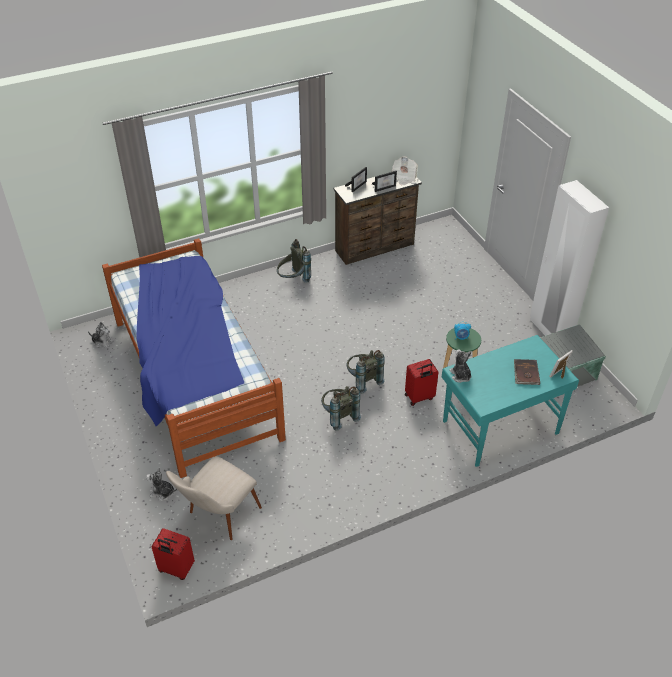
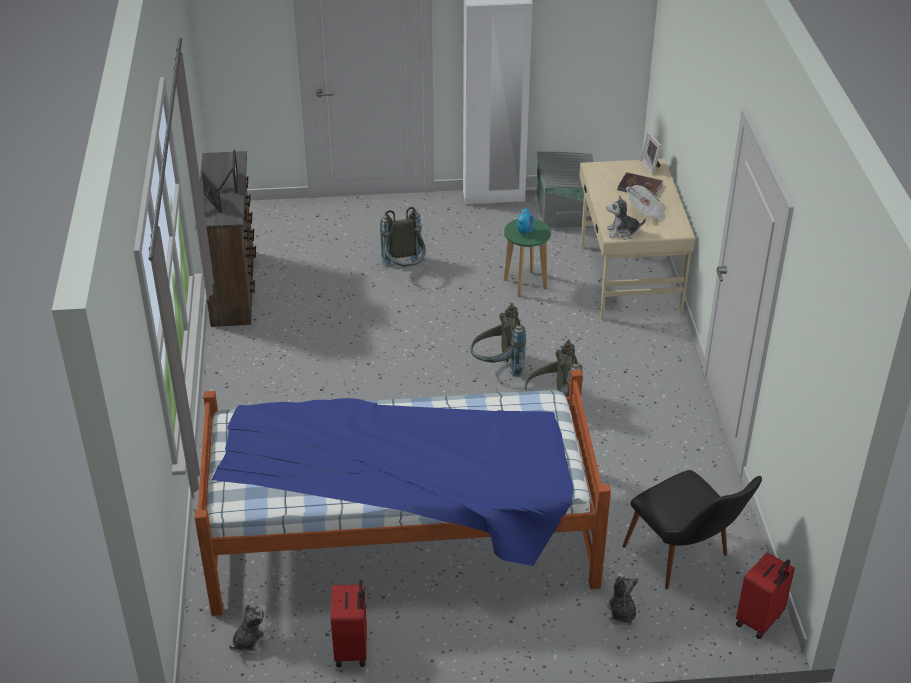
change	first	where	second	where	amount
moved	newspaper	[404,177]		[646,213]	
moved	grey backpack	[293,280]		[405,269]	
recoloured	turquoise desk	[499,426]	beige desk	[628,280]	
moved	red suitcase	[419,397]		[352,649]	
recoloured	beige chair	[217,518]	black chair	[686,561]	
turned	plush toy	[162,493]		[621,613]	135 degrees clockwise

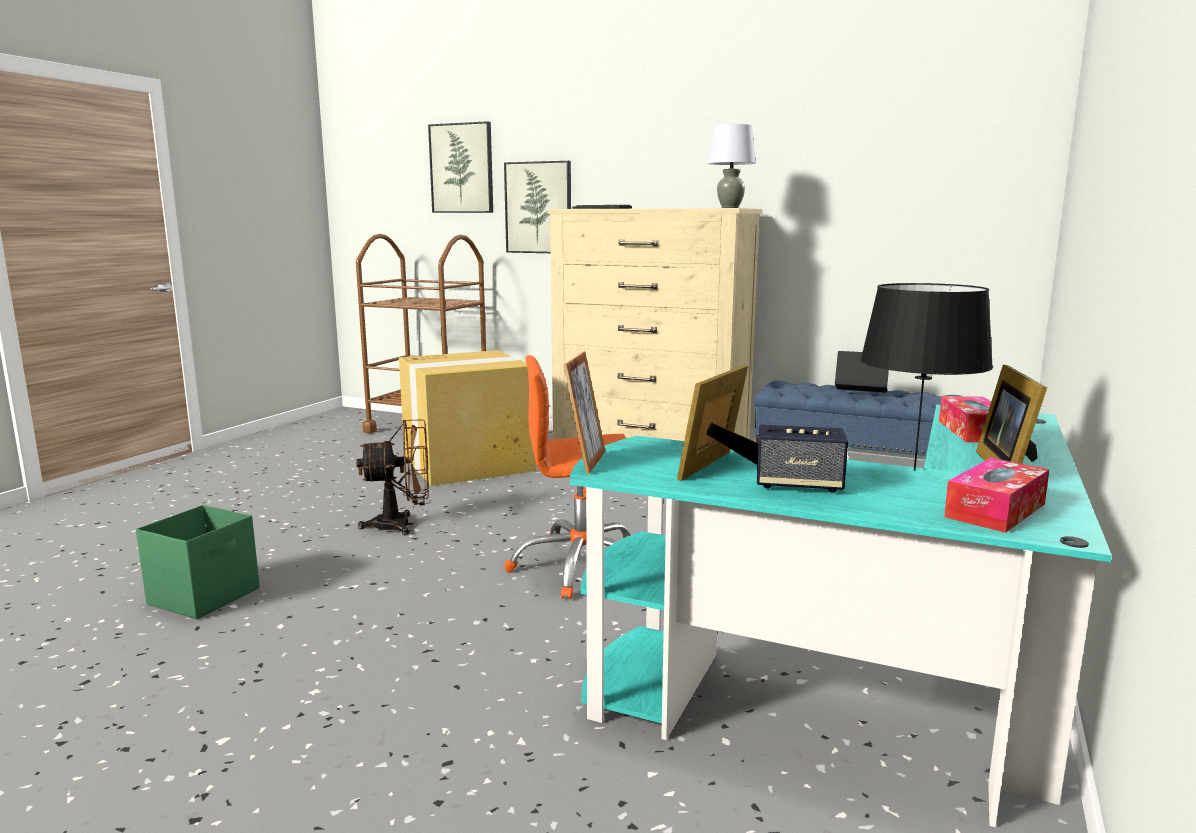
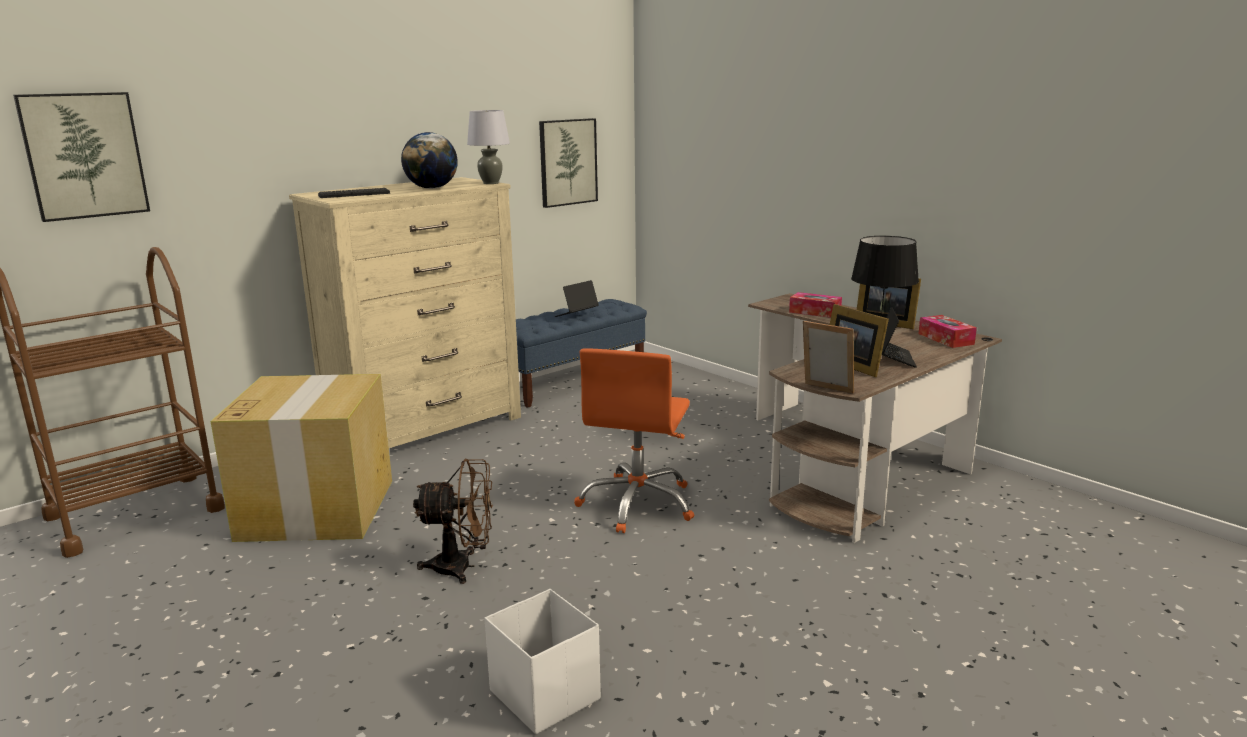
change	first	where	second	where	amount
moved	picture	[539,207]		[567,162]	
recoloured	turquoise desk	[867,690]	brown desk	[856,464]	
turned	brown fan	[402,525]		[462,567]	75 degrees clockwise
replaced	speaker	[798,485]	laptop	[894,358]	
recoloured	green storage box	[206,596]	white storage box	[544,694]	
added			globe	[432,188]	

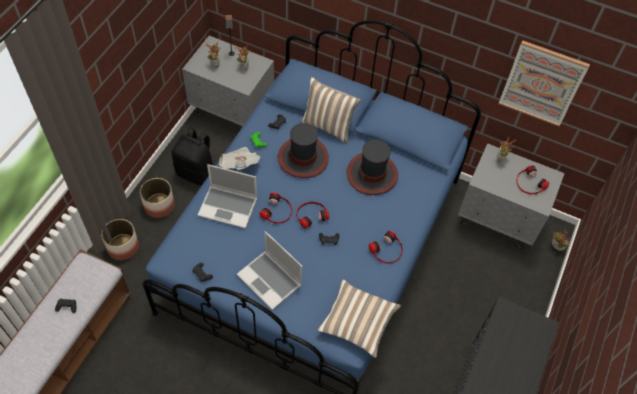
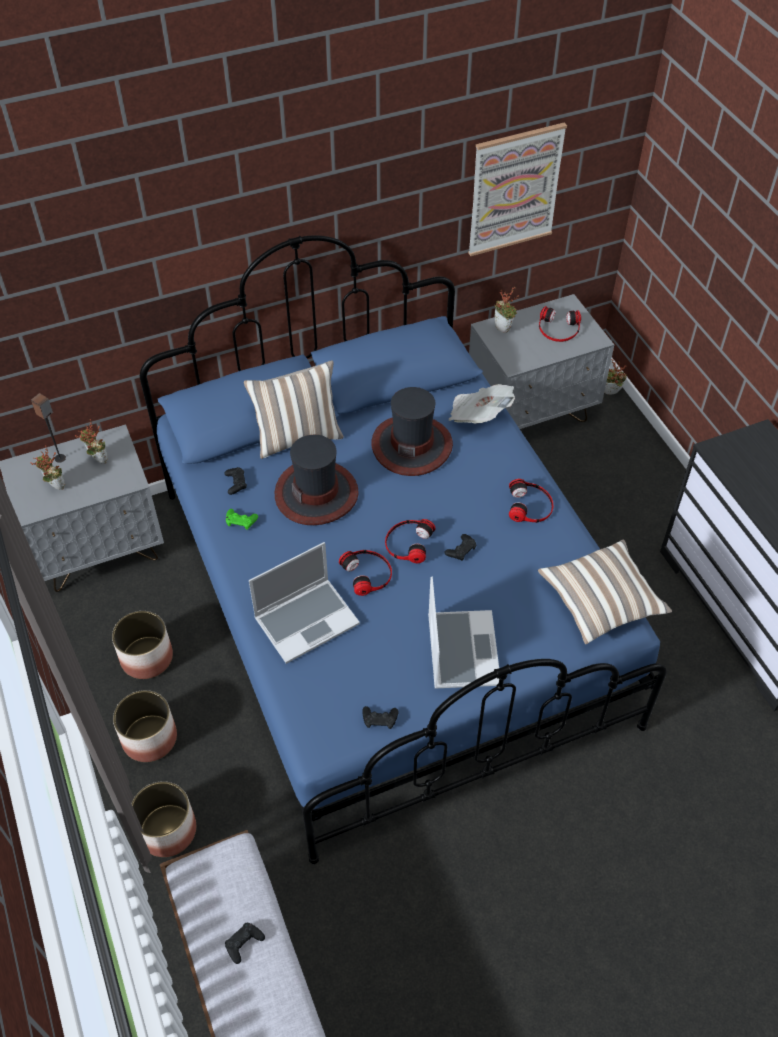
change	first	where	second	where	amount
replaced	black backpack	[196,172]	planter	[147,657]	
moved	newspaper	[240,165]		[479,415]	
turned	laptop	[270,280]		[461,649]	90 degrees counterclockwise

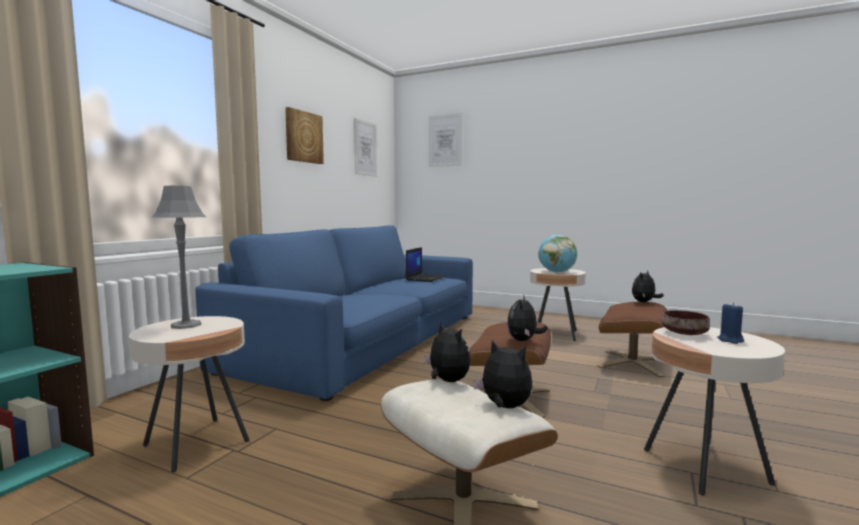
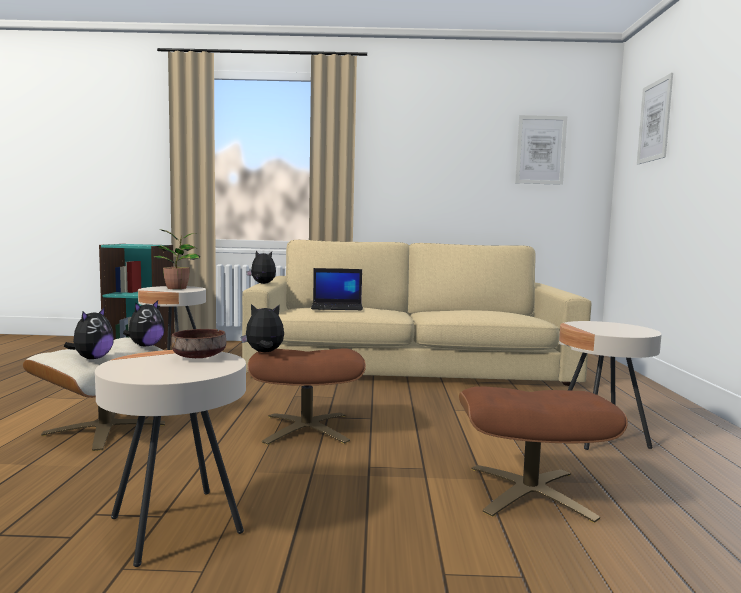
change	first	where	second	where	amount
removed	picture	[303,137]			
replaced	grey table lamp	[186,325]	potted plant	[178,288]	
recoloured	blue sofa	[367,341]	beige sofa	[409,365]	
removed	globe	[556,272]			
moved	laptop	[426,278]		[337,307]	
moved	plush toy	[644,302]		[262,283]	
removed	blue candle	[730,340]			

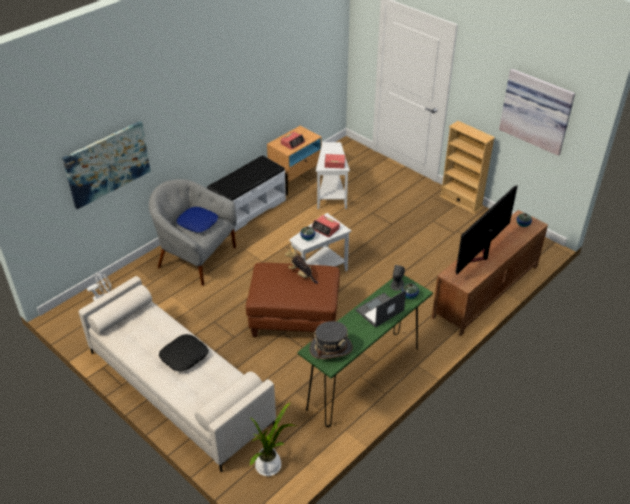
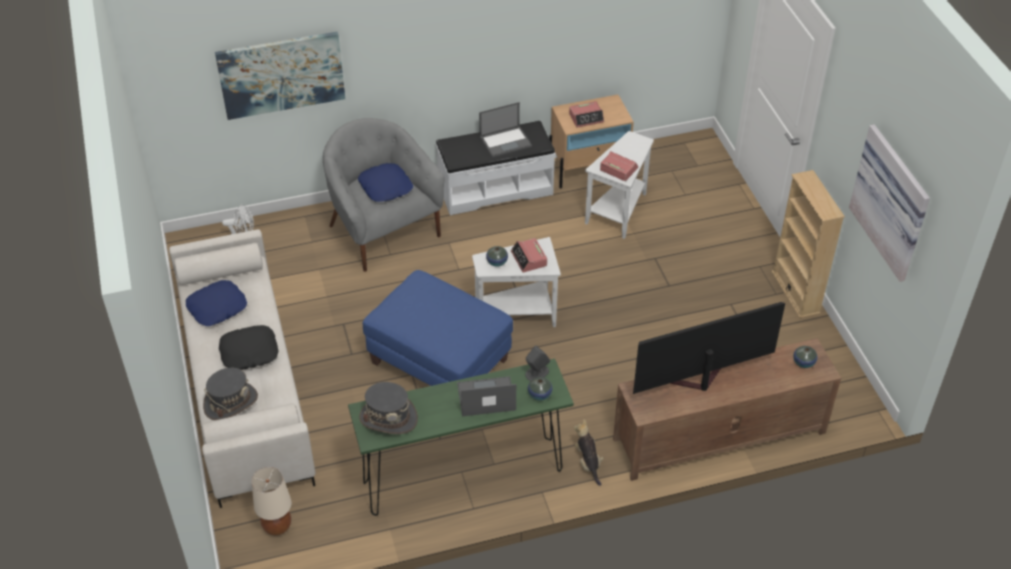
change	first	where	second	where	amount
moved	plush toy	[301,274]		[588,462]	
recoloured	brown ottoman	[294,318]	blue ottoman	[439,361]	
replaced	potted plant	[270,465]	beige table lamp	[277,527]	
added			laptop	[506,141]	
added			blue pillow	[217,308]	
added			grey hat	[231,402]	

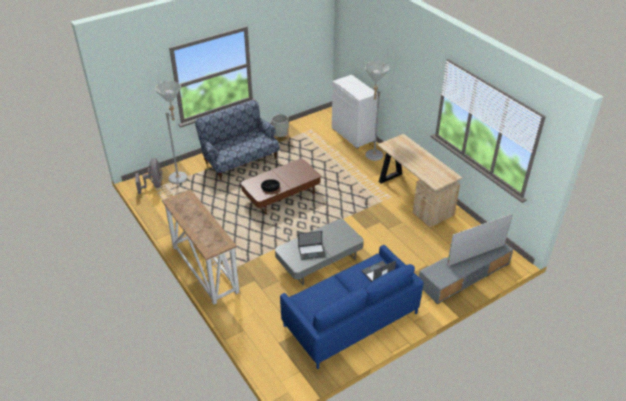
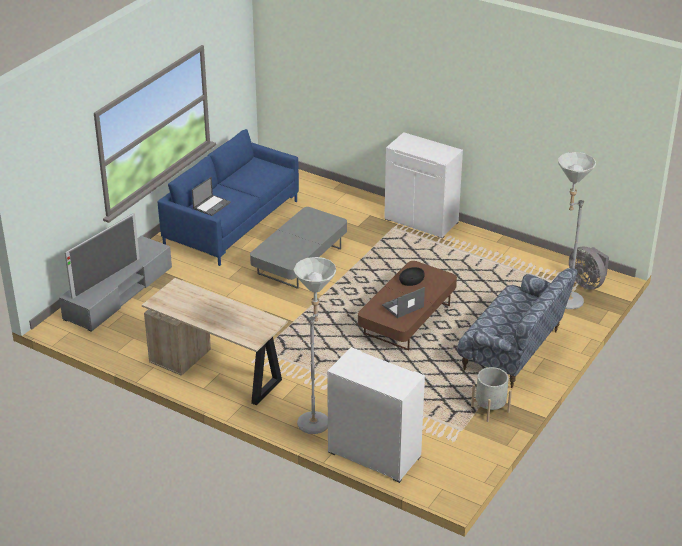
change	first	where	second	where	amount
replaced	console table	[204,269]	white cabinet	[422,221]	
moved	laptop	[312,251]		[402,306]	

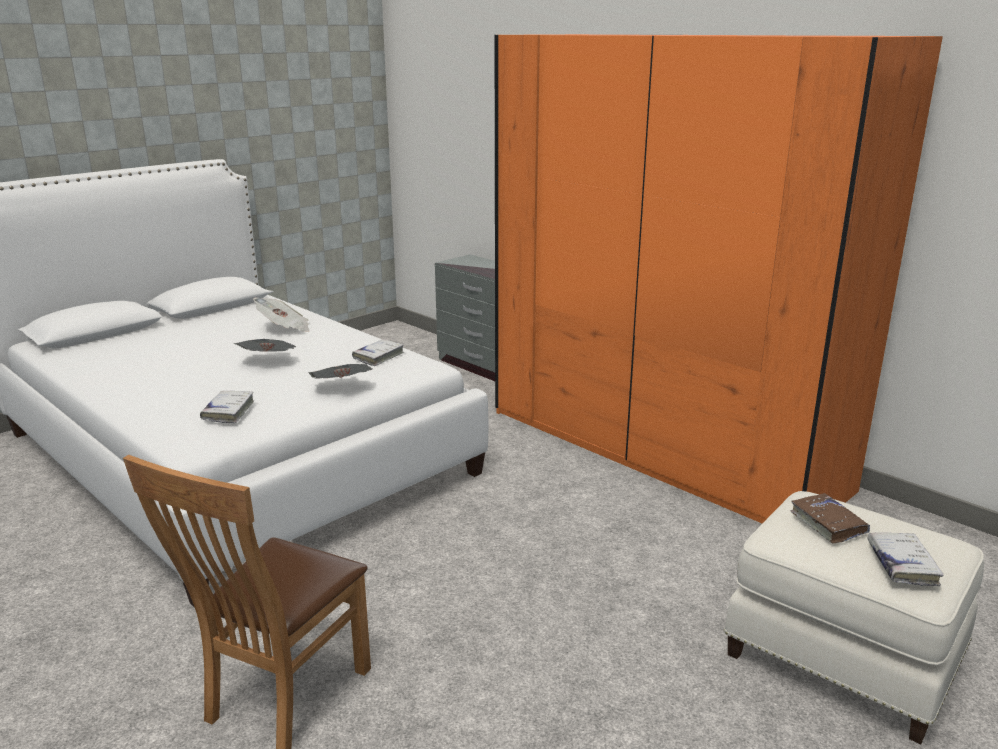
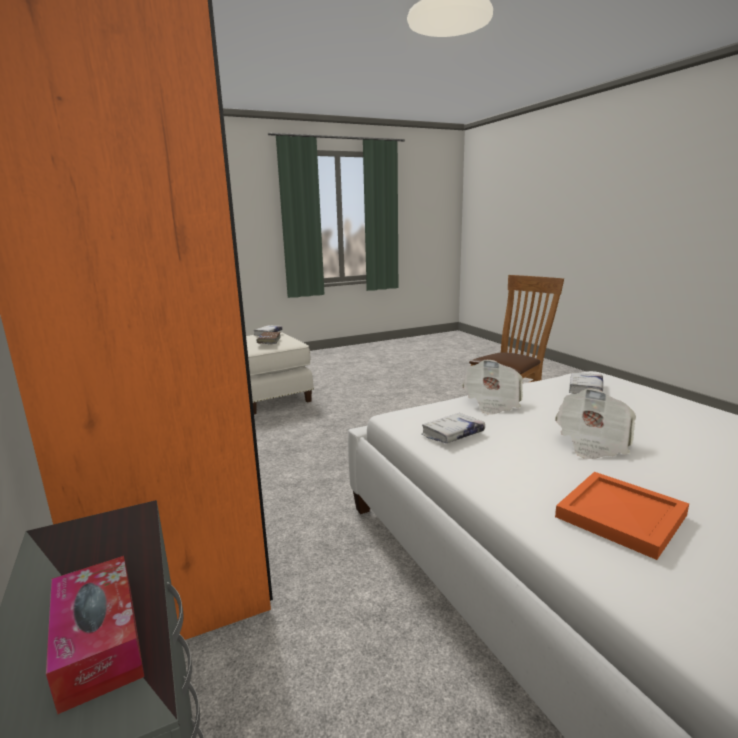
change	first	where	second	where	amount
replaced	newspaper	[284,329]	orange tray	[618,516]	
added			tissue box	[99,642]	

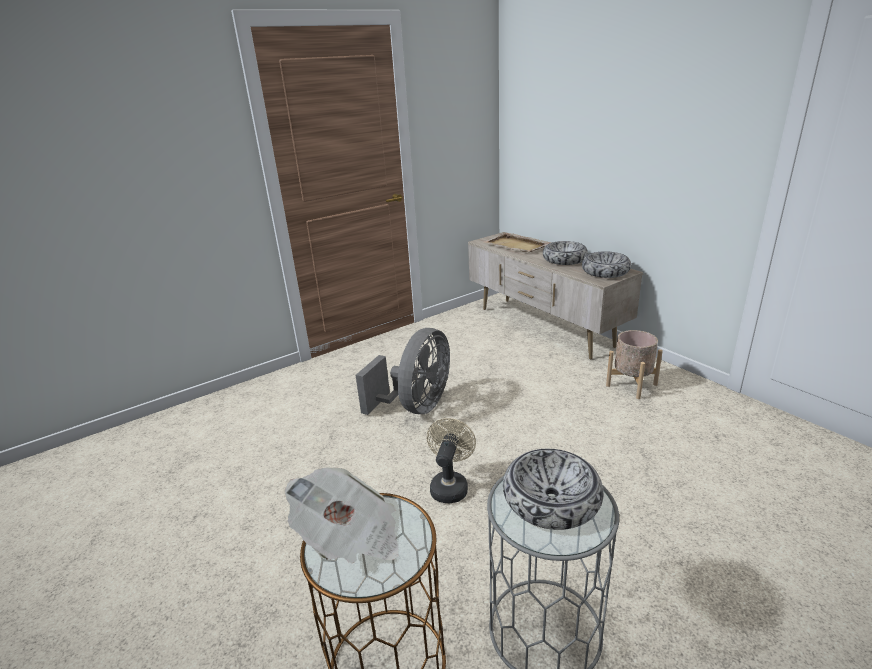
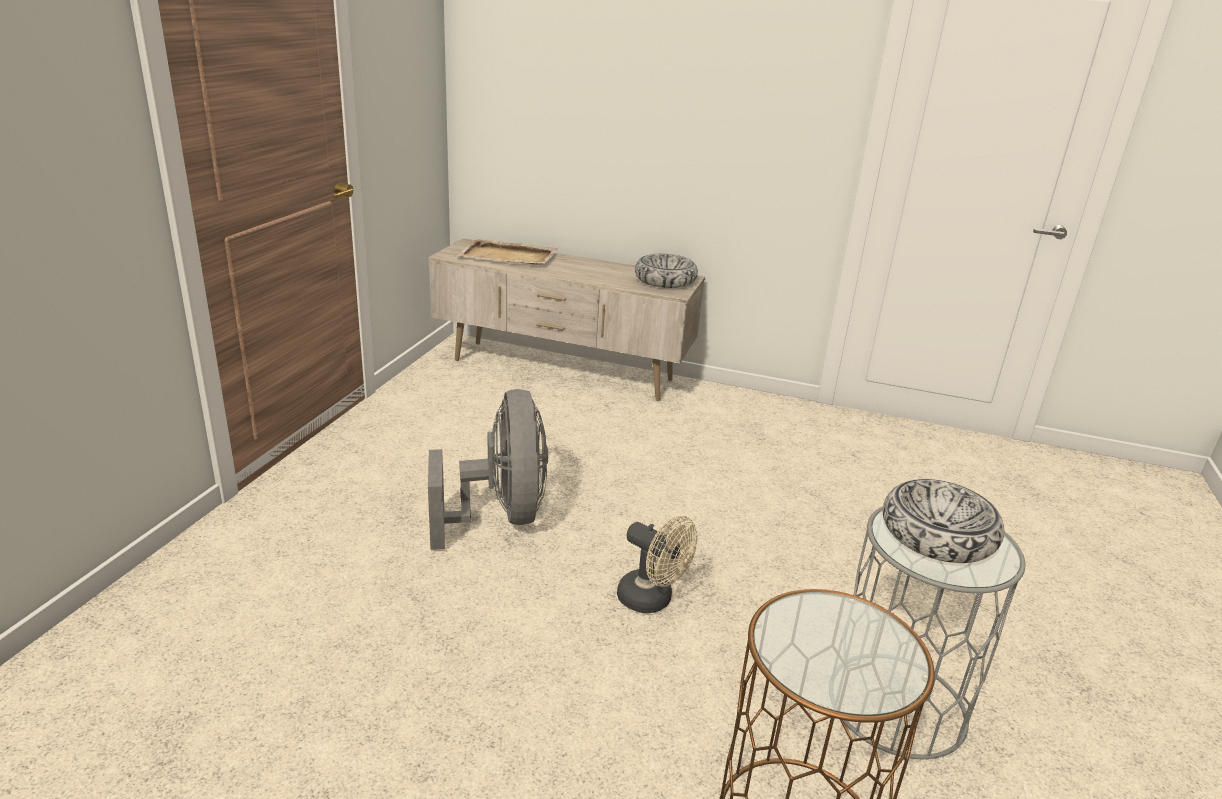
change	first	where	second	where	amount
removed	bowl	[564,259]			
removed	beige planter	[631,385]			
turned	beige fan	[450,485]		[652,600]	150 degrees clockwise
removed	newspaper	[350,537]			

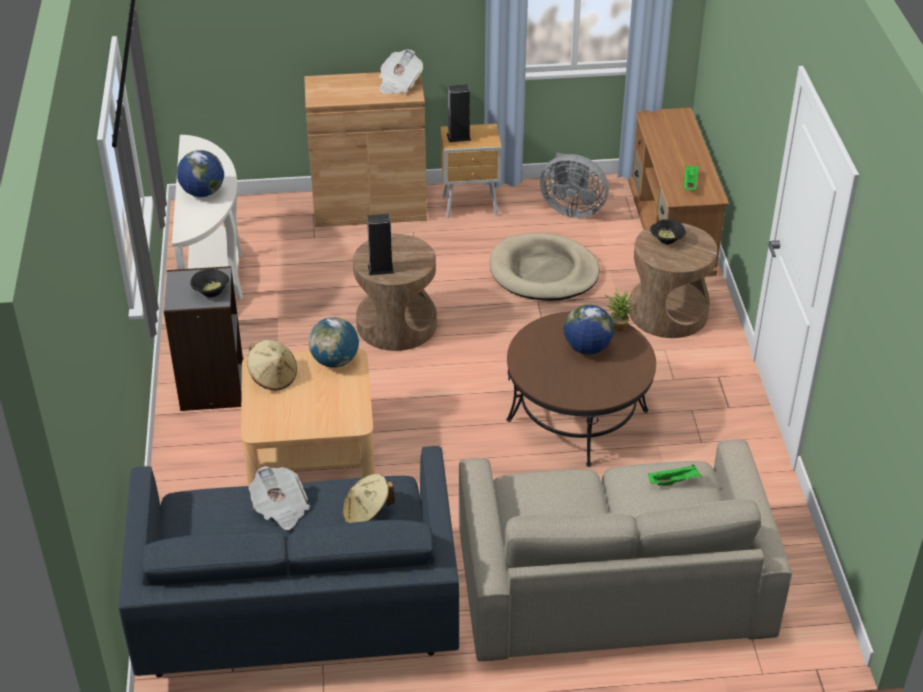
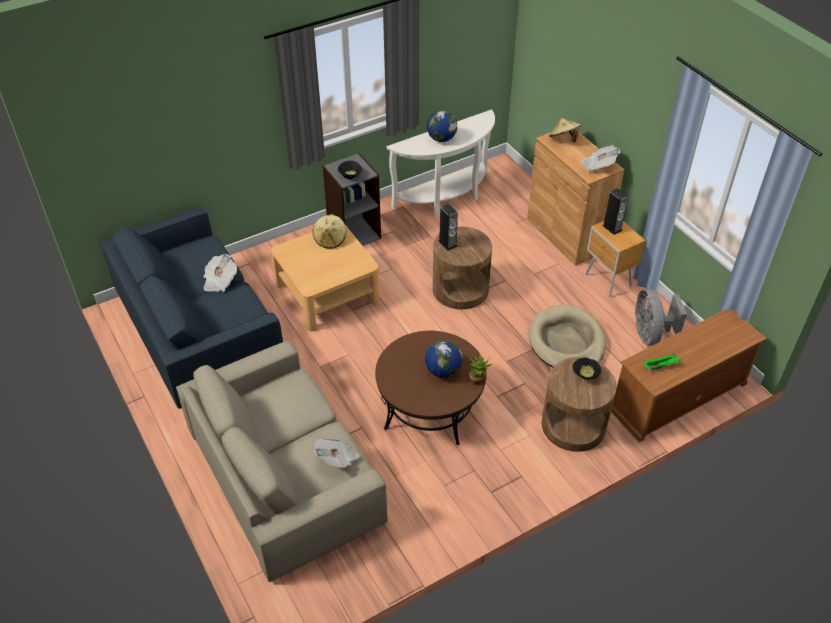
change	first	where	second	where	amount
removed	globe	[335,361]			
replaced	green tray	[674,481]	newspaper	[337,459]	
moved	beige hat	[366,513]		[563,139]	

